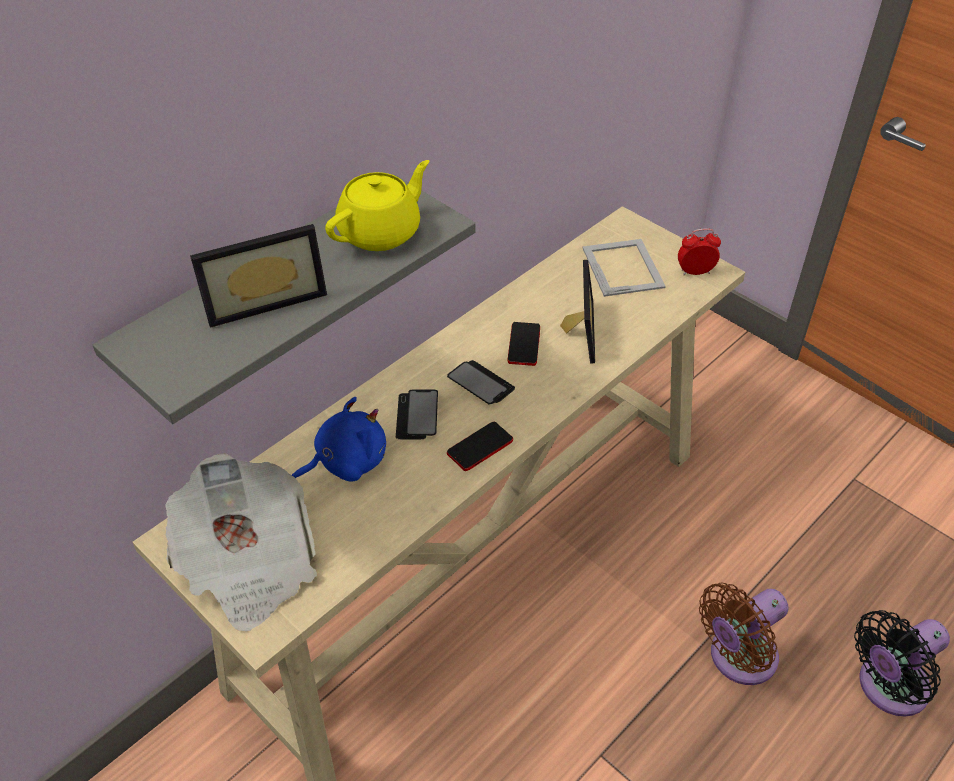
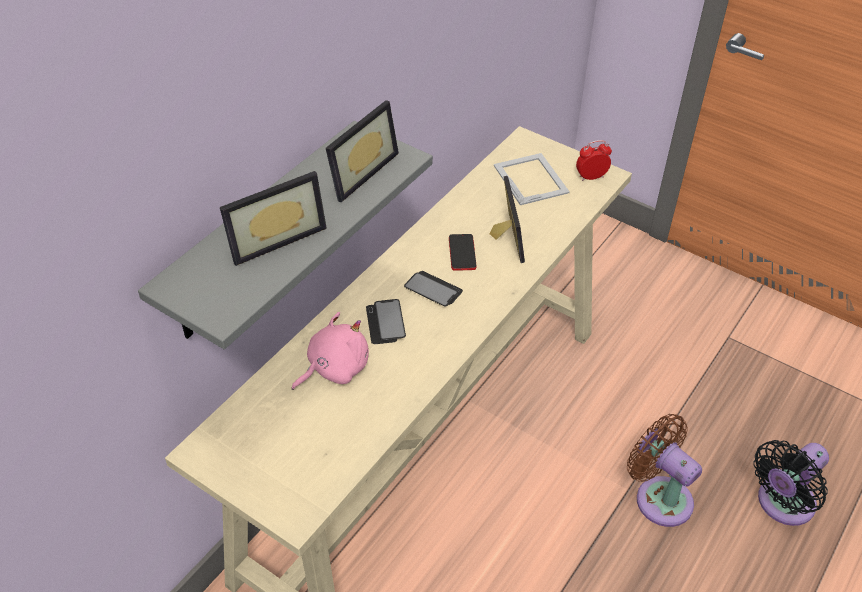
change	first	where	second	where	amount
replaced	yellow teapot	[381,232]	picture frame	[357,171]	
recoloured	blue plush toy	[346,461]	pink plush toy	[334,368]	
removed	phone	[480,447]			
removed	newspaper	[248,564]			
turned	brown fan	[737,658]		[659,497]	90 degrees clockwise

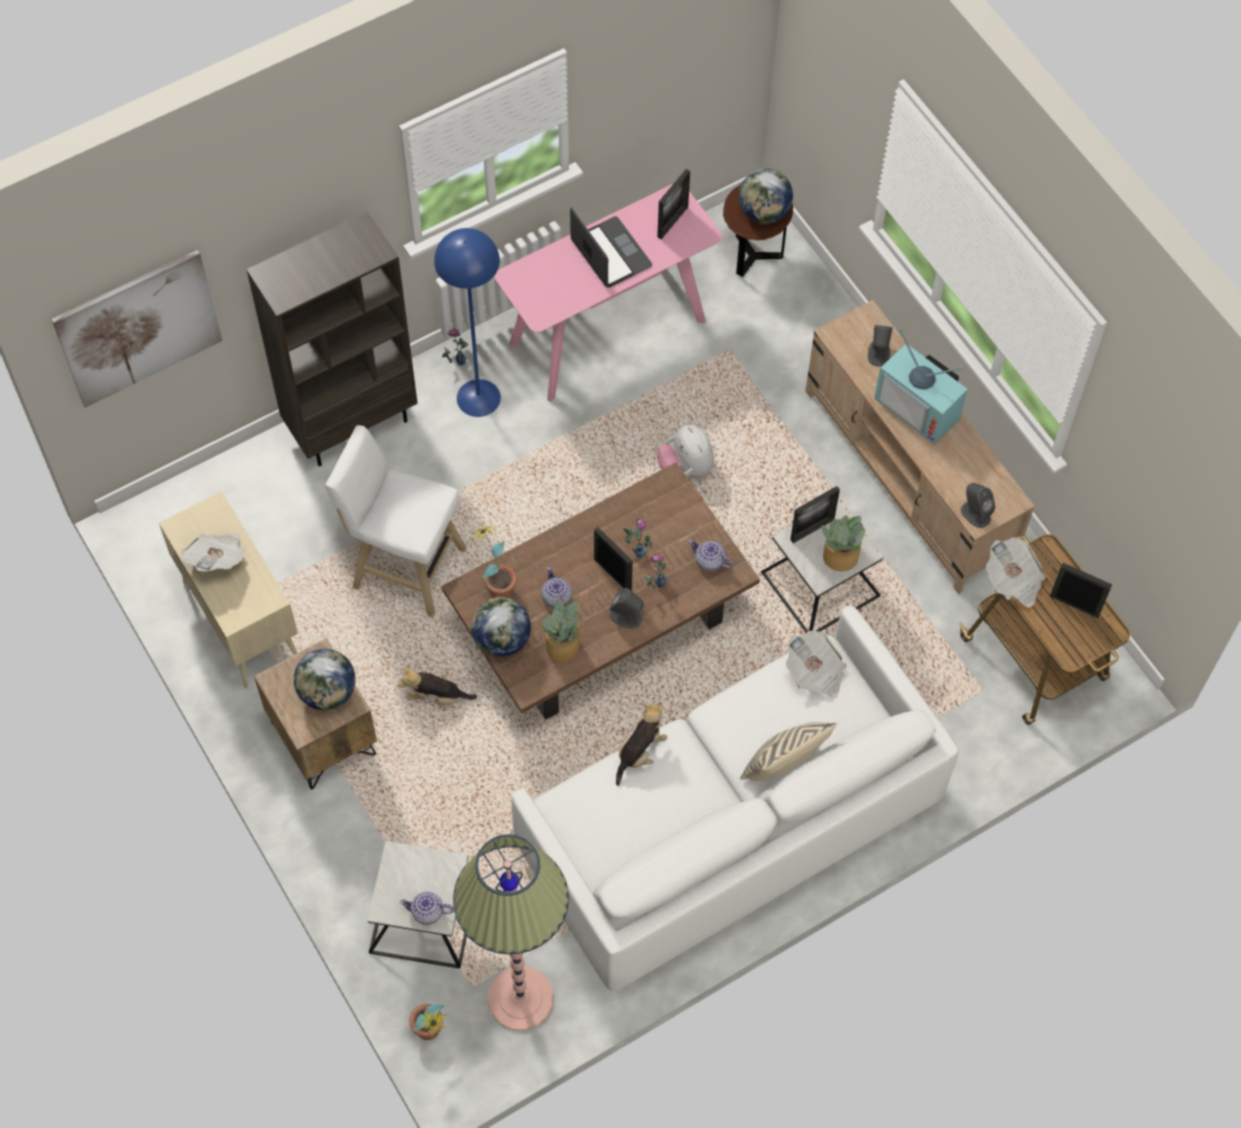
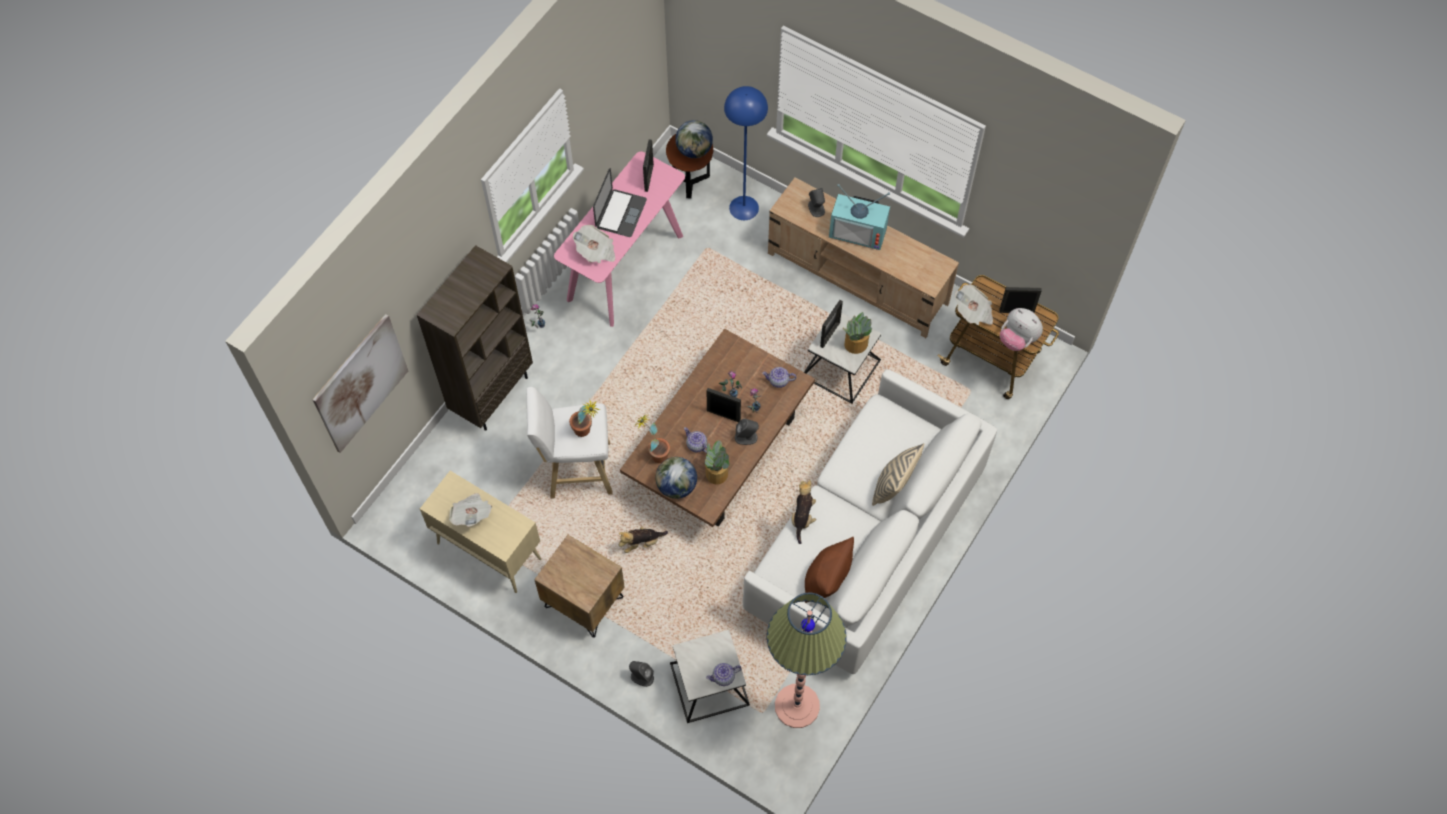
change	first	where	second	where	amount
turned	laptop	[610,253]		[620,213]	75 degrees clockwise
moved	blue floor lamp	[479,397]		[744,207]	
moved	plush toy	[686,467]		[1017,339]	
moved	grey speaker	[975,514]		[642,677]	
moved	newspaper	[815,673]		[596,251]	
removed	globe	[328,692]			
moved	potted plant	[431,1035]		[586,432]	
added			brown pillow	[826,580]	

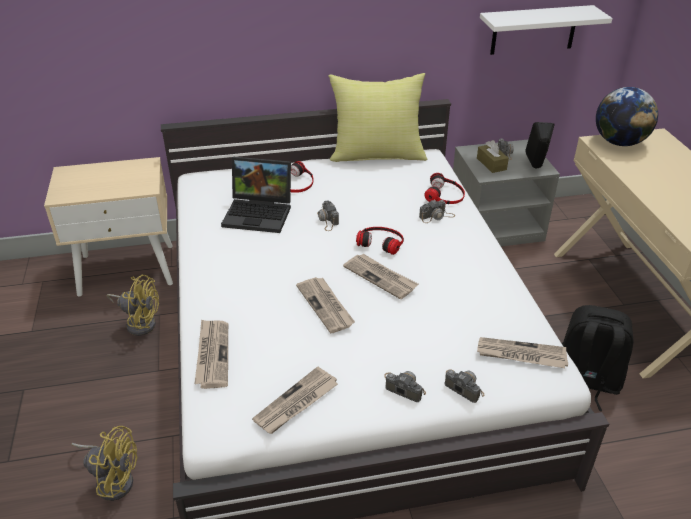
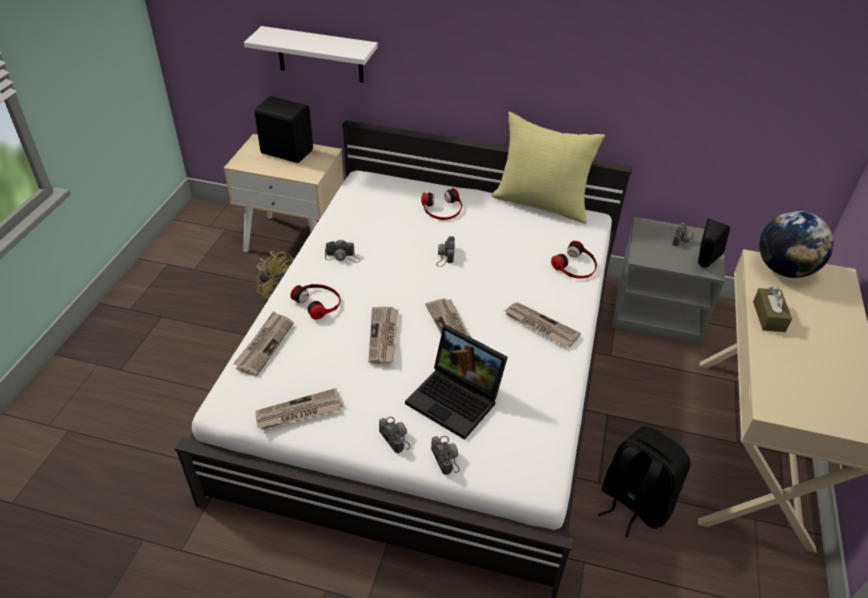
change	first	where	second	where	amount
moved	white shelf	[534,30]		[320,55]	
moved	brown tissue box	[491,164]		[768,316]	
moved	laptop	[260,213]		[457,399]	
moved	photo camera	[436,216]		[342,257]	
moved	headphones	[381,242]		[319,302]	
moved	newspaper	[521,355]		[540,326]	
removed	yellow fan	[113,479]			
added			black speaker	[287,151]	

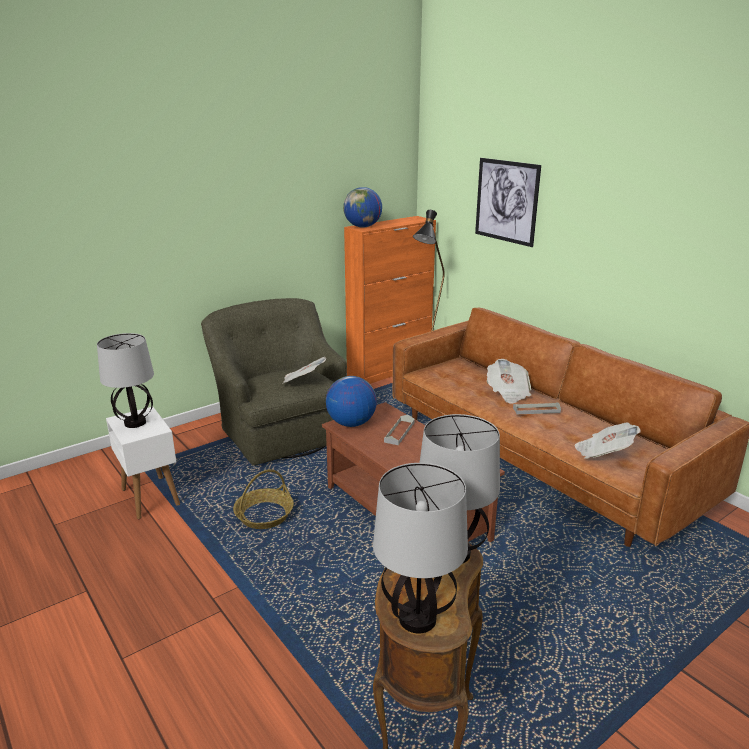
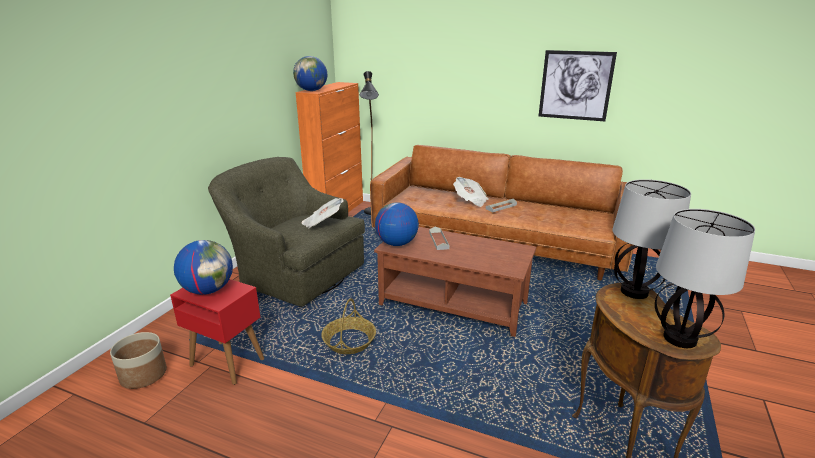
change	first	where	second	where	amount
moved	picture	[506,201]		[575,85]	
replaced	table lamp	[134,422]	globe	[208,290]	
recoloured	white side table	[150,497]	red side table	[226,362]	
removed	newspaper	[603,453]			
added			planter	[143,375]	

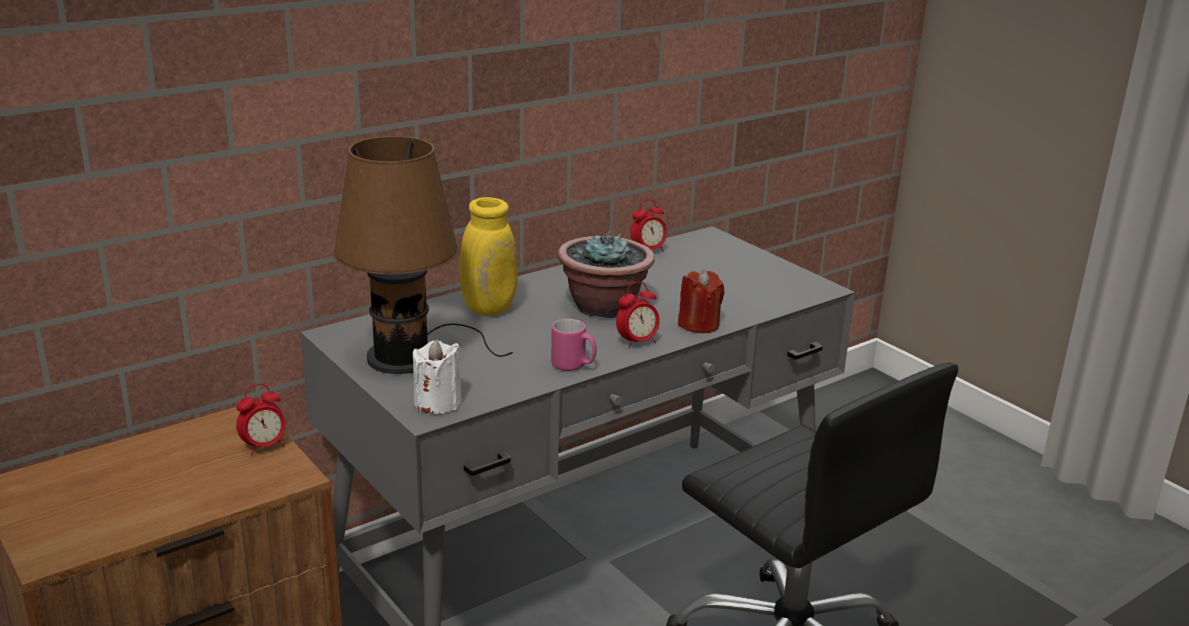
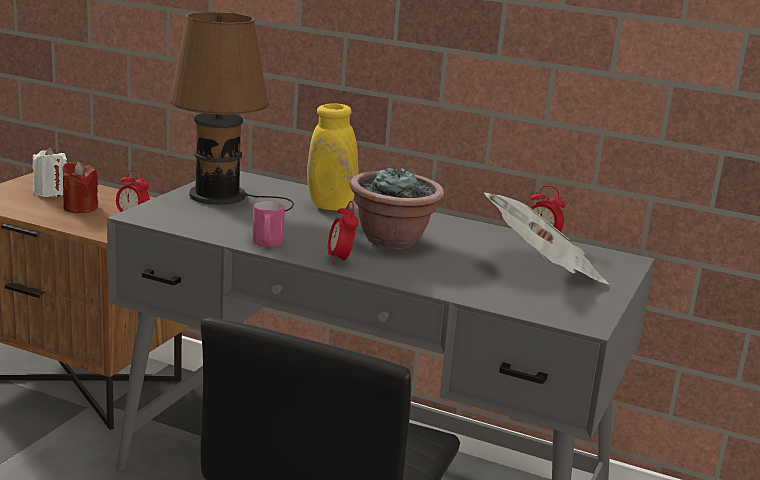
change	first	where	second	where	amount
moved	red candle	[698,324]		[80,208]	
turned	alarm clock	[637,342]		[340,260]	45 degrees clockwise
moved	white candle	[438,403]		[50,192]	
added			newspaper	[543,270]	

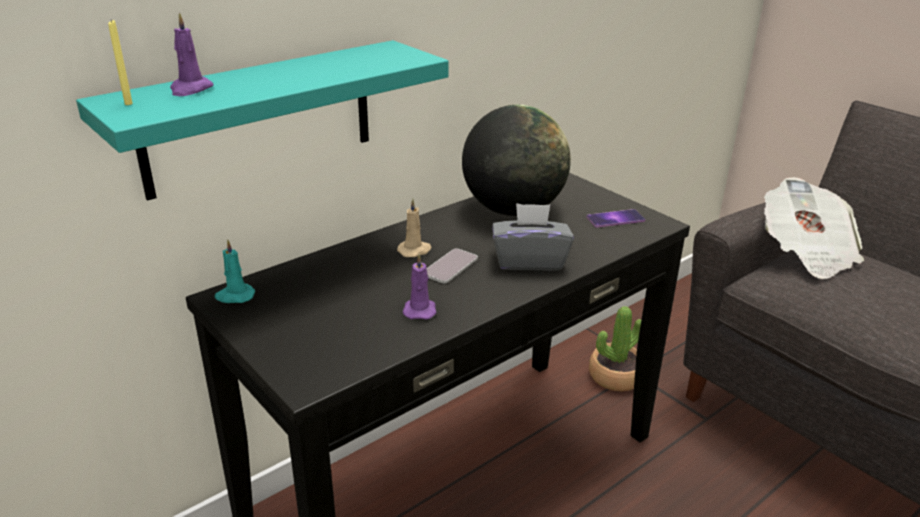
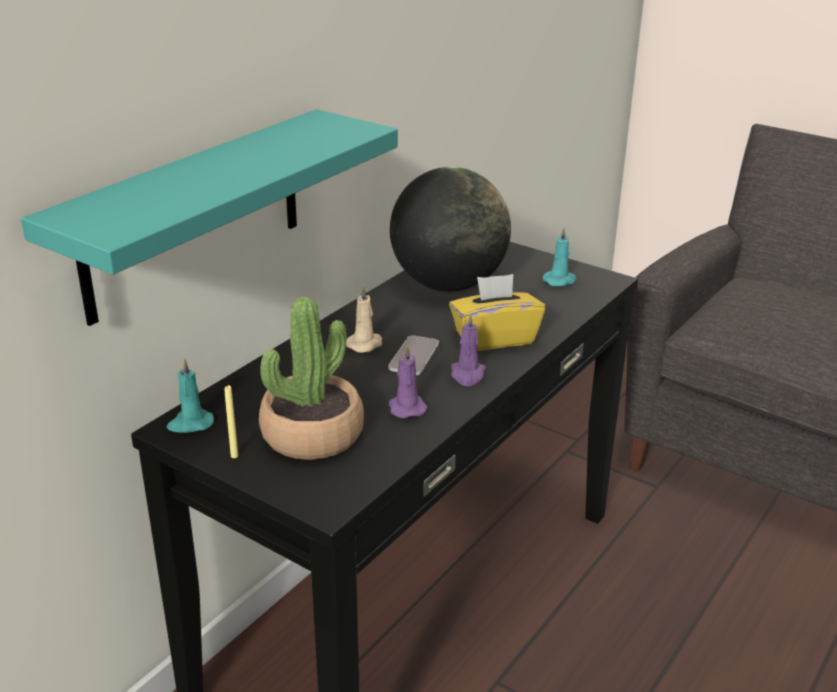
change	first	where	second	where	amount
moved	purple candle	[190,89]		[467,375]	
moved	yellow candle	[128,104]		[234,456]	
removed	newspaper	[806,252]			
recoloured	grey tissue box	[529,261]	yellow tissue box	[494,338]	
replaced	phone	[615,219]	turquoise candle	[560,280]	
moved	potted plant	[615,376]		[312,434]	

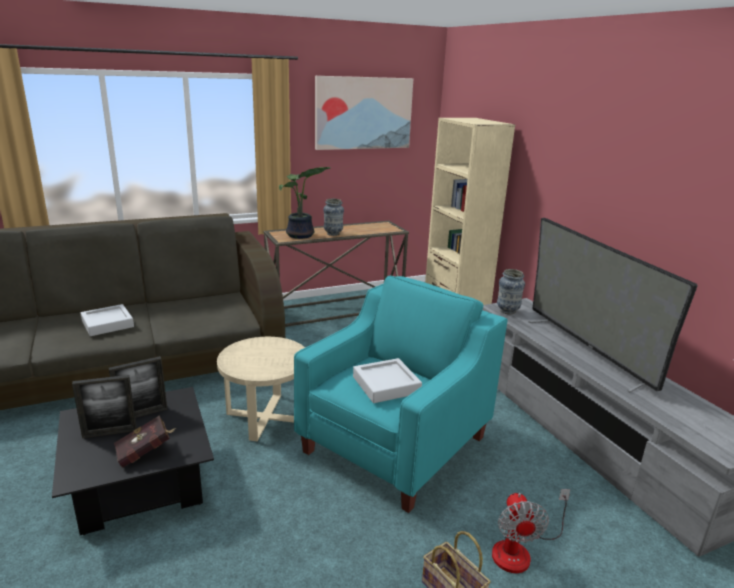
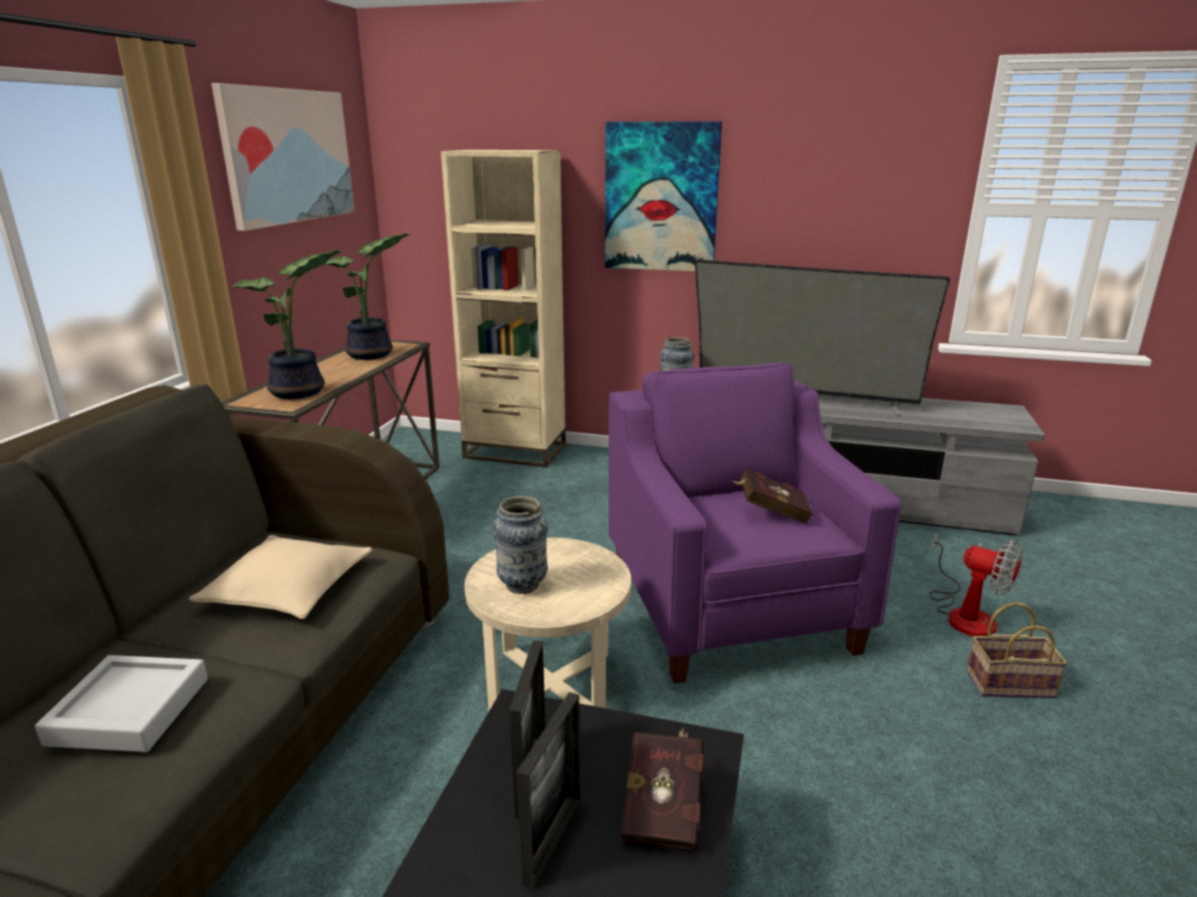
change	first	where	second	where	amount
moved	vase	[333,234]		[523,585]	
recoloured	turquoise armchair	[396,445]	purple armchair	[730,605]	
replaced	grey tray	[386,385]	red book	[770,512]	
added			picture	[661,197]	
added			potted plant	[372,355]	
added			beige pillow	[288,590]	

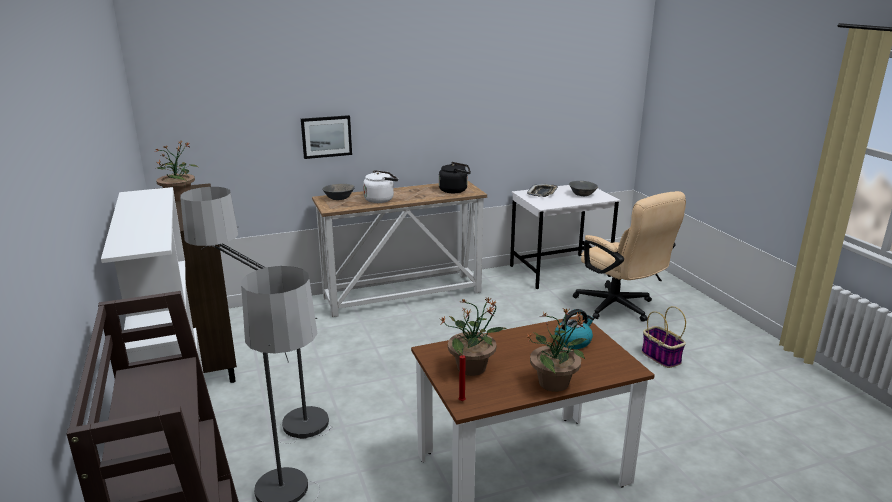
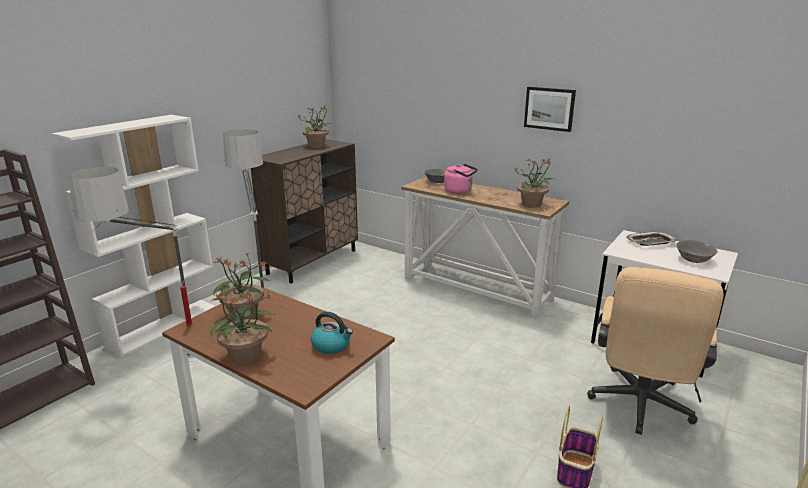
change	first	where	second	where	amount
moved	picture	[326,136]		[549,108]	
replaced	black kettle	[455,190]	potted plant	[532,204]	
recoloured	white kettle	[380,199]	pink kettle	[460,191]	

